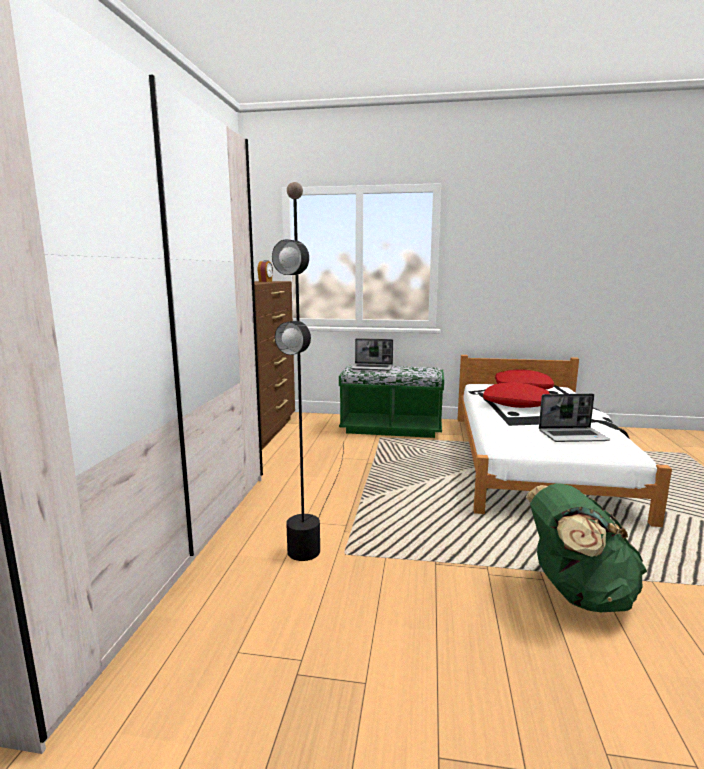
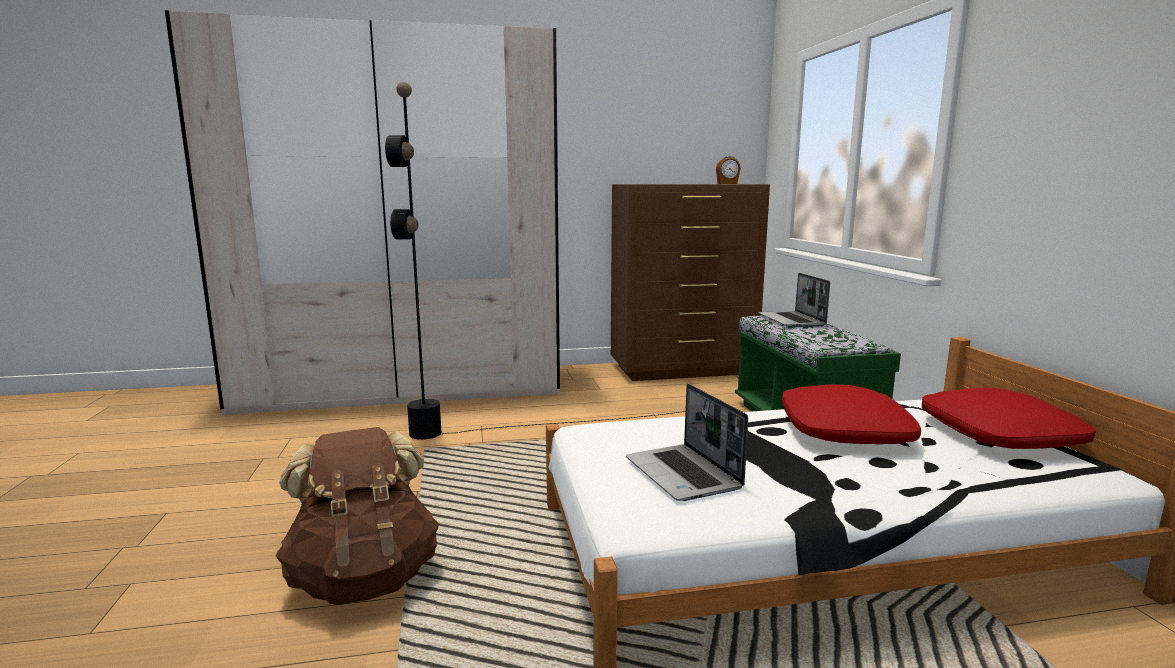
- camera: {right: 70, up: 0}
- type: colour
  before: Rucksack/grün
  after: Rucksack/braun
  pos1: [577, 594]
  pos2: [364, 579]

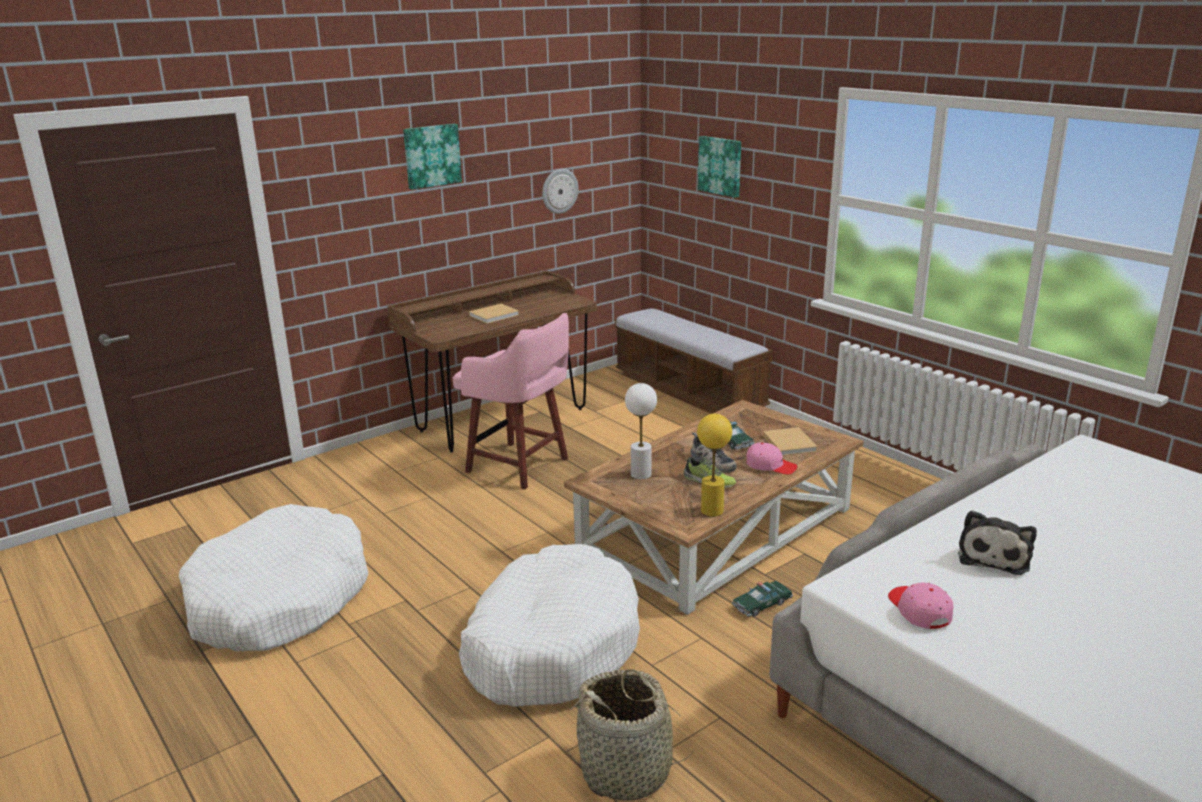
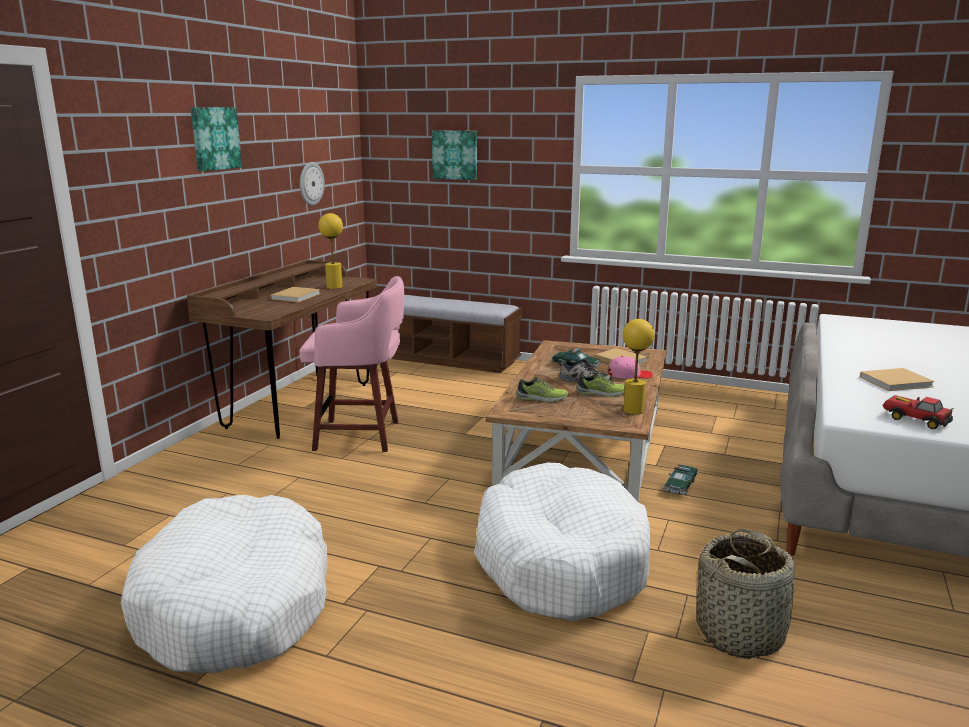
- camera: {right: -30, up: -5}
- type: exchanged
  before: Tischlampe/weiß
  after: Schuh
  pos1: [641, 474]
  pos2: [541, 398]
- type: exchanged
  before: Plüschtier
  after: Buch/beige
  pos1: [994, 556]
  pos2: [897, 382]
- type: exchanged
  before: Kappe/rosa
  after: Spielzeugauto
  pos1: [919, 610]
  pos2: [915, 420]
- type: appeared
  after: Tischlampe/gelb
  pos2: [334, 287]

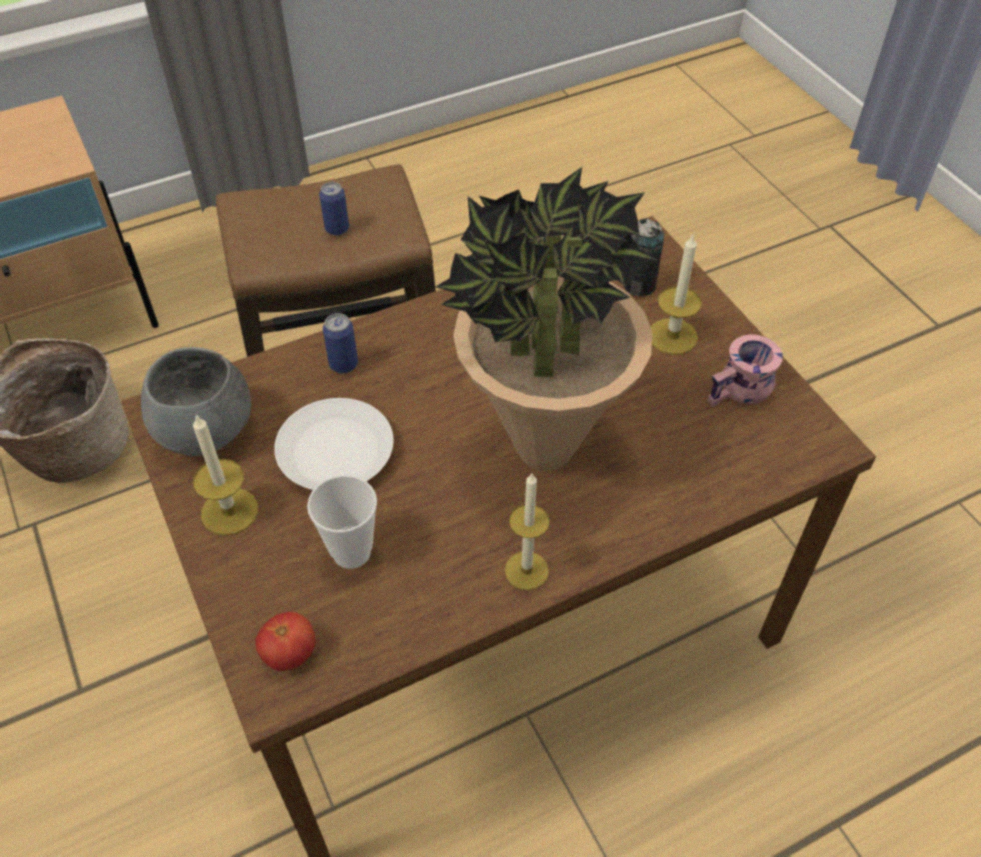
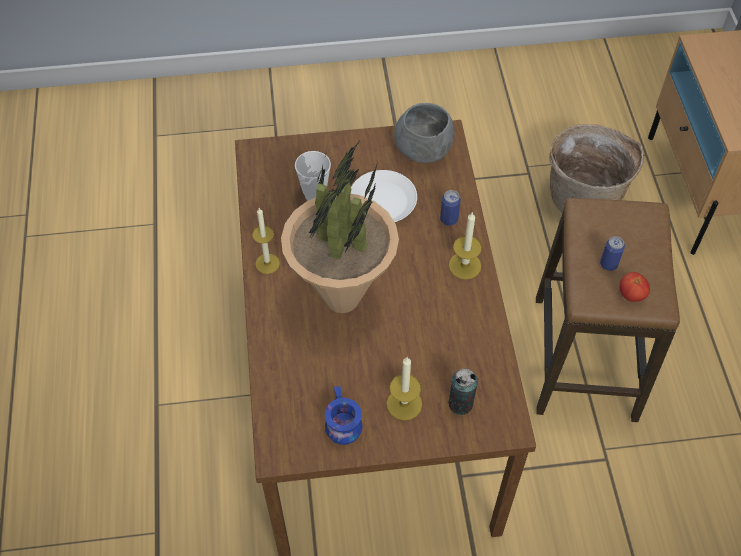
- camera: {right: 110, up: 5}
- type: colour
  before: Henkelbecher/rosa
  after: Henkelbecher/blau
  pos1: [742, 391]
  pos2: [340, 424]
- type: relocated
  before: Kerze
  pos1: [229, 511]
  pos2: [464, 265]
- type: relocated
  before: Tomate
  pos1: [290, 654]
  pos2: [631, 295]

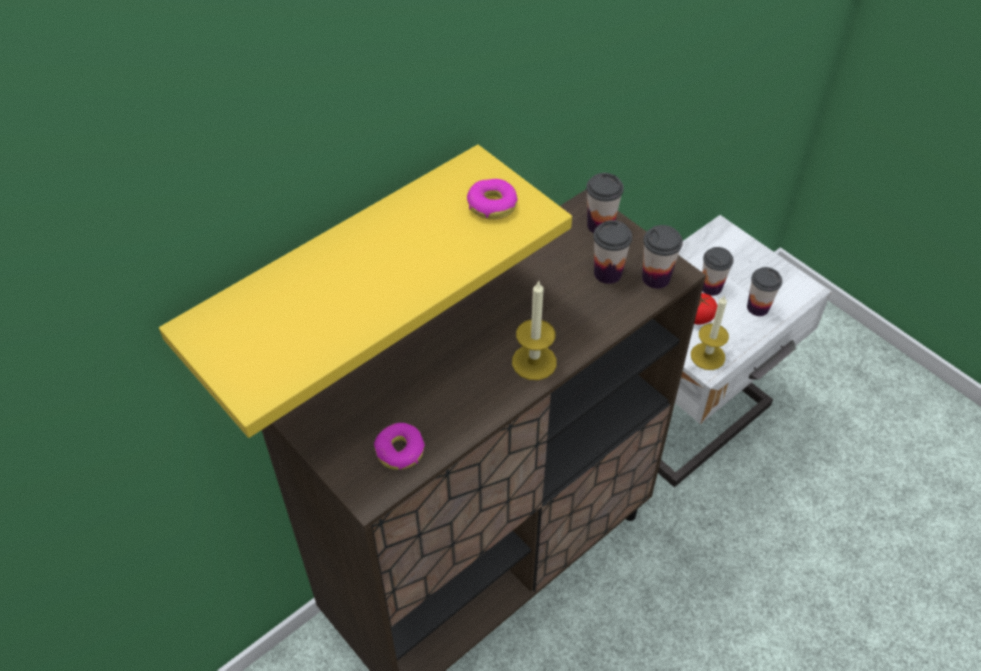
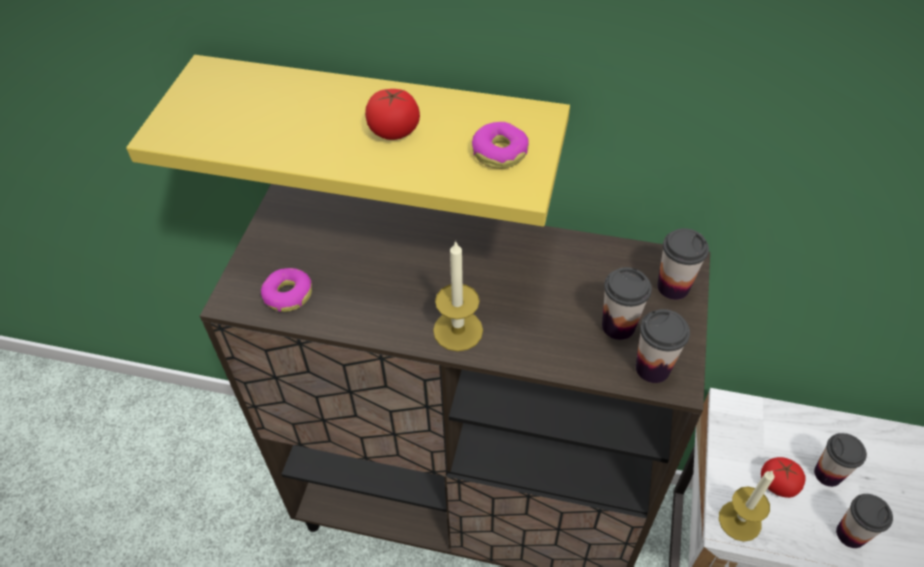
- camera: {right: 55, up: 0}
- type: appeared
  after: Tomate
  pos2: [394, 131]

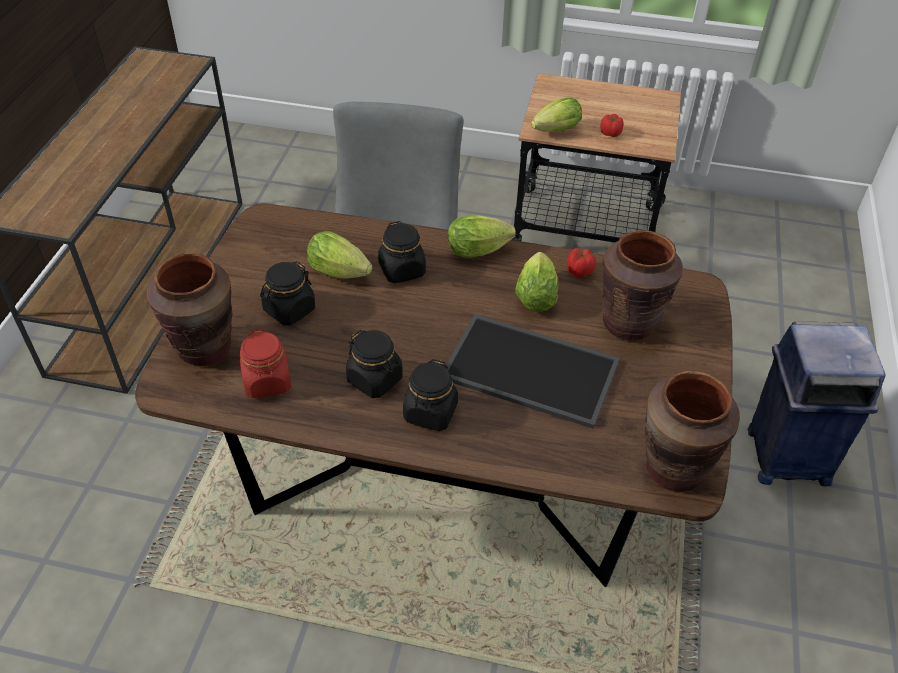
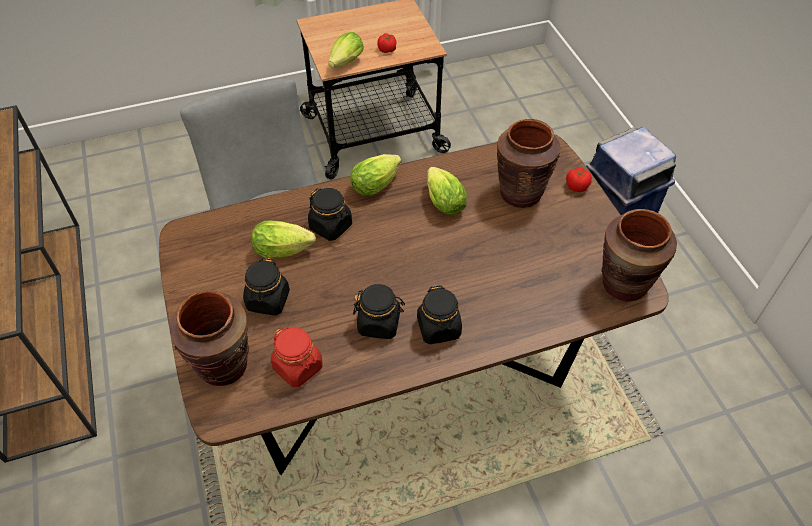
- camera: {right: -30, up: 5}
- type: relocated
  before: Tomate
  pos1: [579, 270]
  pos2: [576, 186]
- type: missing
  before: Tablett
  pos1: [533, 368]

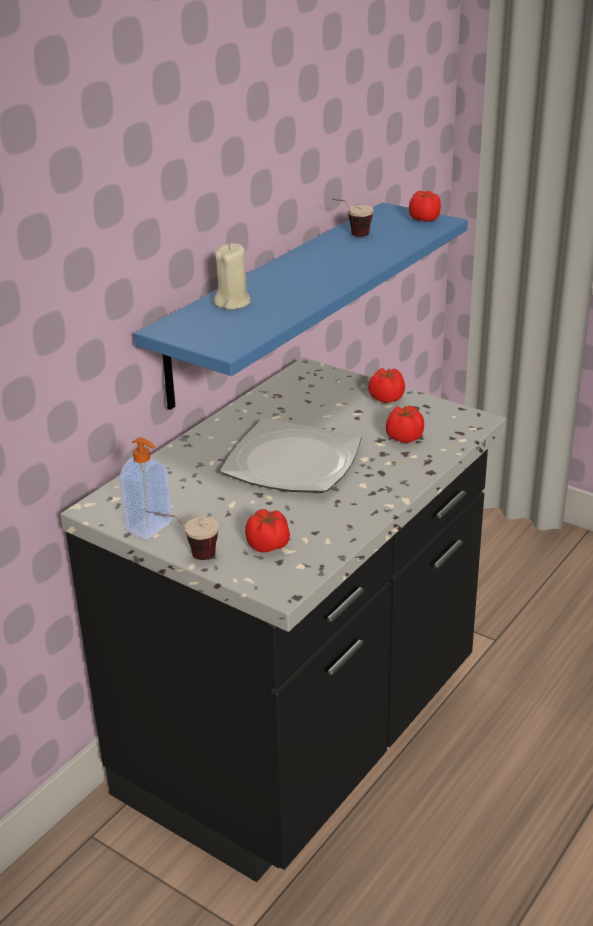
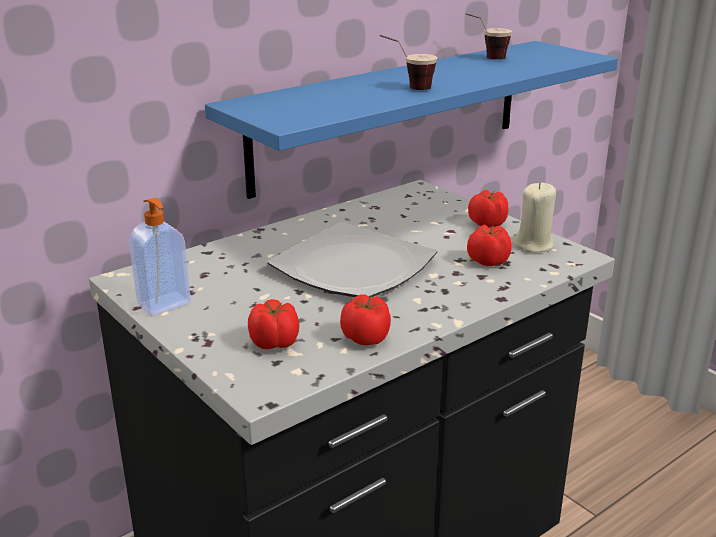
- camera: {right: 15, up: -5}
- type: relocated
  before: Tomate
  pos1: [425, 219]
  pos2: [366, 337]
- type: relocated
  before: Kerze/beige
  pos1: [232, 302]
  pos2: [533, 245]
- type: relocated
  before: Tasse
  pos1: [189, 556]
  pos2: [407, 88]

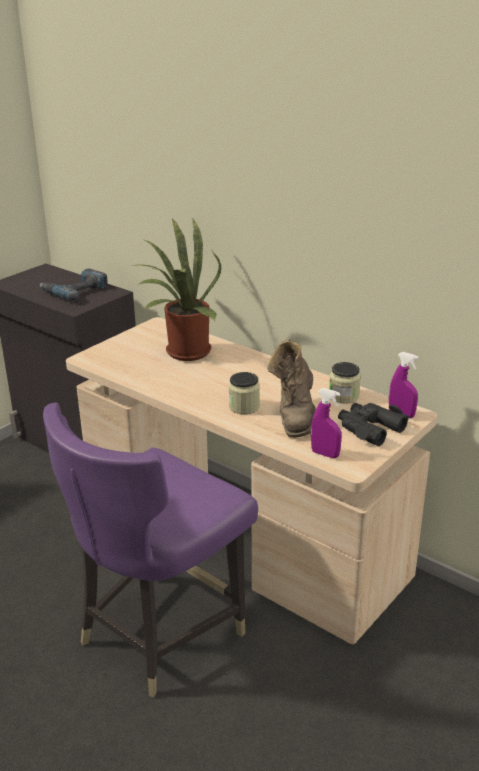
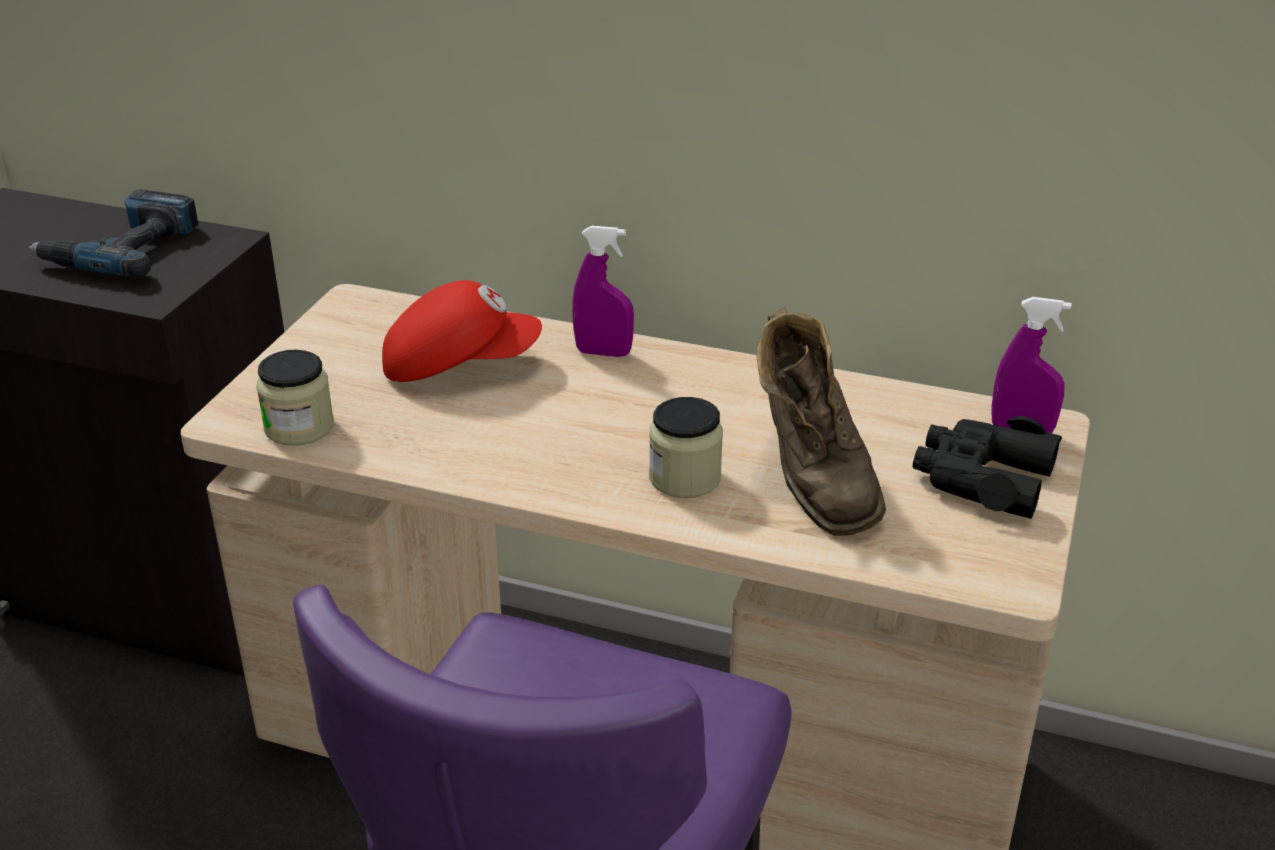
- camera: {right: -20, up: 5}
- type: exchanged
  before: Topfpflanze
  after: Kappe/rot
  pos1: [183, 352]
  pos2: [459, 364]
- type: relocated
  before: Vorratsglas
  pos1: [344, 396]
  pos2: [299, 427]
- type: relocated
  before: Sprühflasche/lila
  pos1: [325, 454]
  pos2: [603, 353]

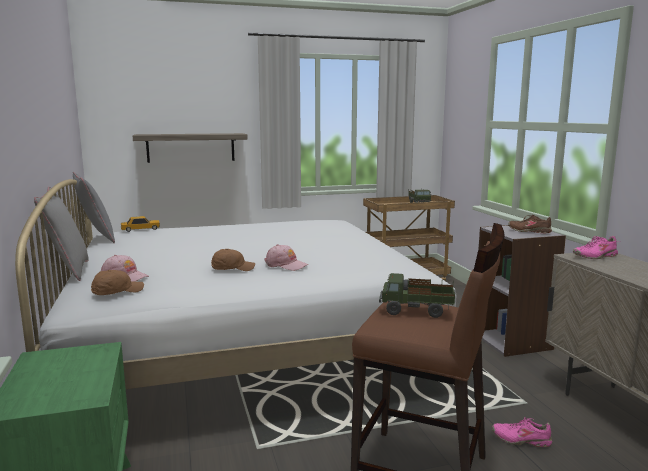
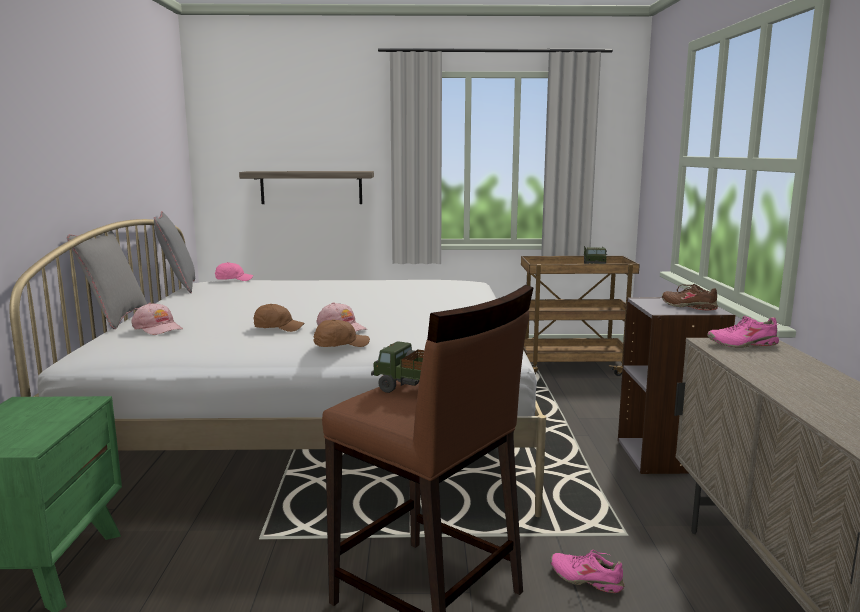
- camera: {right: 15, up: 0}
- type: exchanged
  before: Spielzeugauto
  after: Kappe/rosa
  pos1: [140, 229]
  pos2: [233, 280]
- type: relocated
  before: Kappe/braun
  pos1: [117, 292]
  pos2: [340, 345]

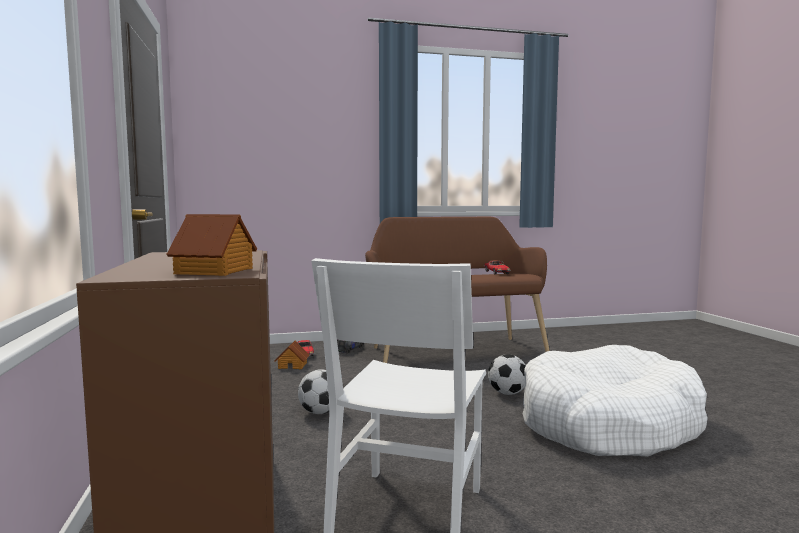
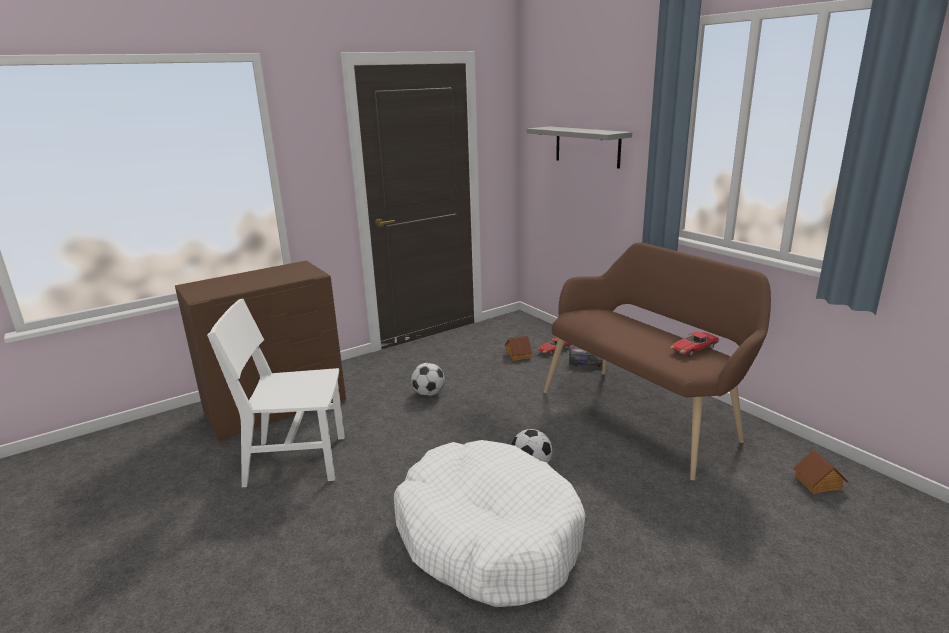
- camera: {right: 70, up: 15}
- type: relocated
  before: Spielzeughaus
  pos1: [215, 271]
  pos2: [818, 483]
- type: appeared
  after: Wandregal/grau
  pos2: [587, 146]

